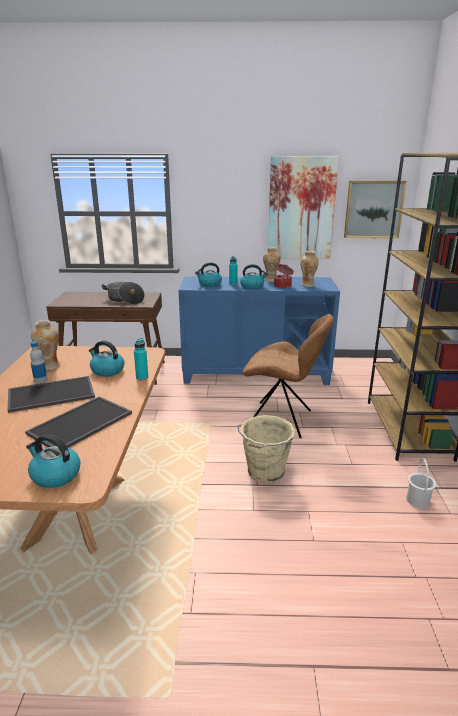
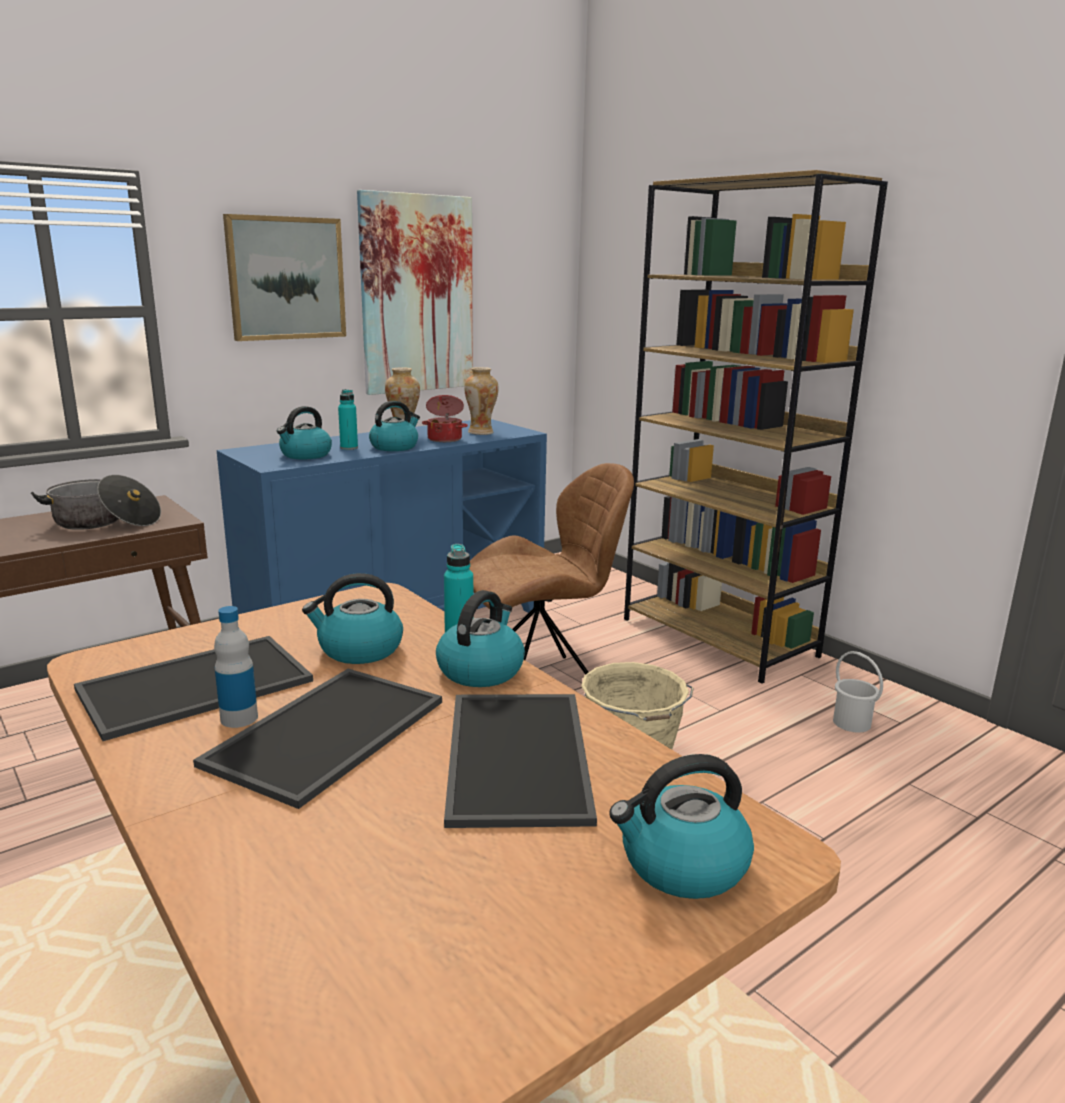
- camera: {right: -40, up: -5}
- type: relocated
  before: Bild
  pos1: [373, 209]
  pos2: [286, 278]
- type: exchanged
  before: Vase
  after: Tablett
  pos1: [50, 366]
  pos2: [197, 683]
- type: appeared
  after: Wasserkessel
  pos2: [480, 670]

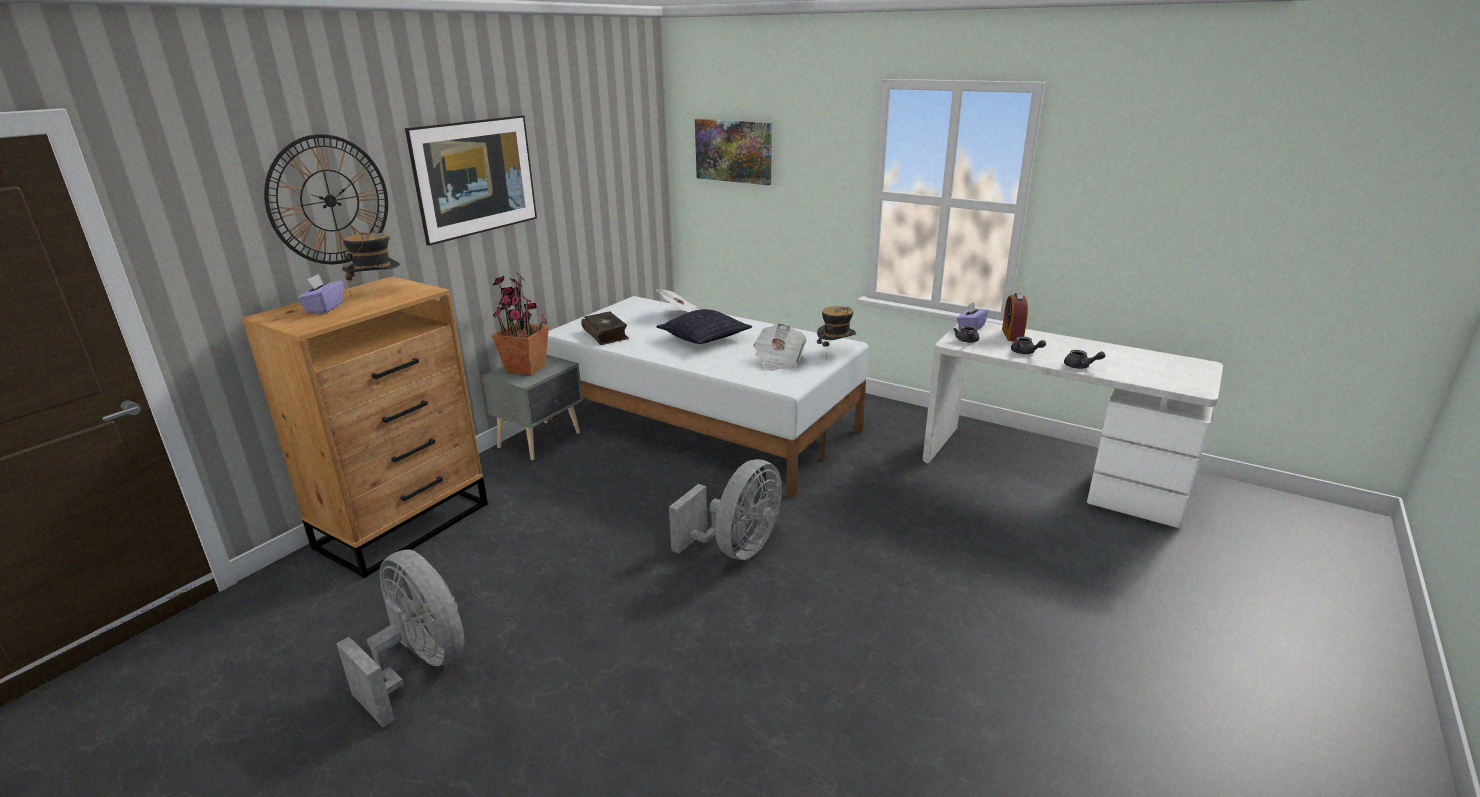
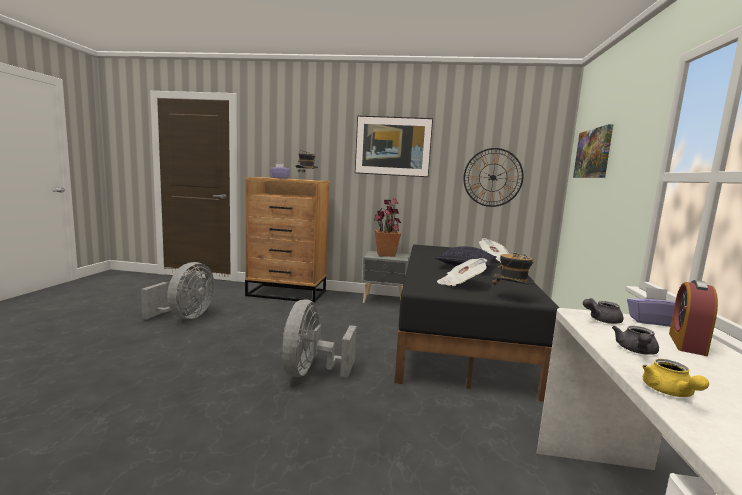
- camera: {right: 65, up: -15}
- type: relocated
  before: Wanduhr
  pos1: [330, 200]
  pos2: [493, 177]
- type: spun
  before: Wecker
  pos1: [1012, 335]
  pos2: [687, 344]
  turn: -45
- type: colour
  before: Bett/weiß
  after: Bett/schwarz
  pos1: [702, 423]
  pos2: [459, 335]
- type: missing
  before: Buch
  pos1: [606, 334]
- type: colour
  before: Teekanne/grau
  after: Teekanne/gelb
  pos1: [1080, 366]
  pos2: [670, 392]
- type: spun
  before: Ventilator/grau
  pos1: [737, 548]
  pos2: [311, 372]
  turn: 90

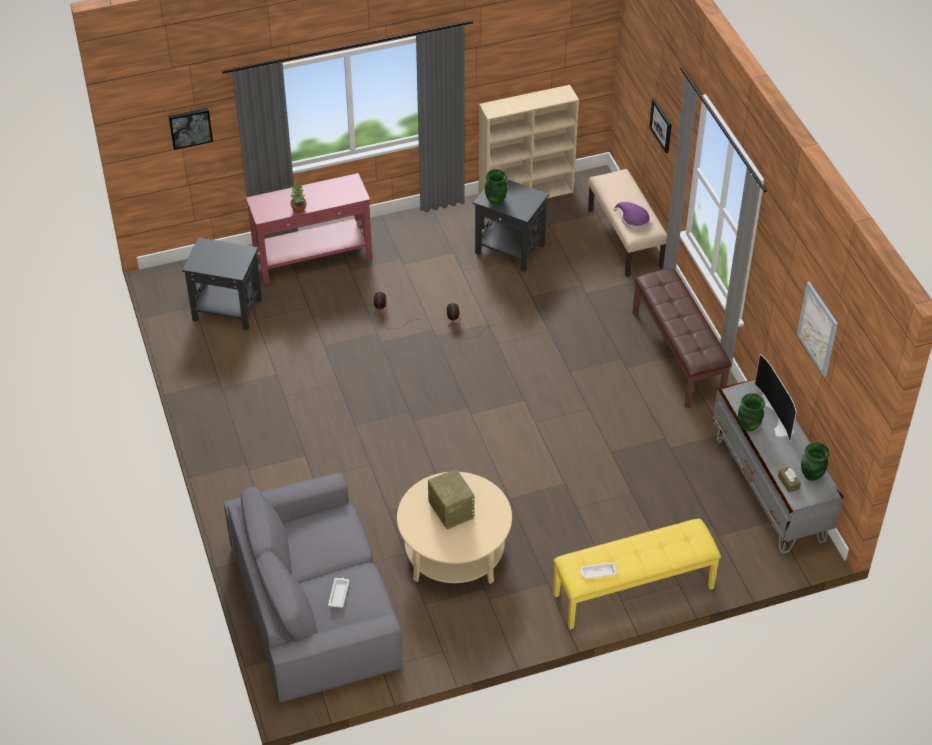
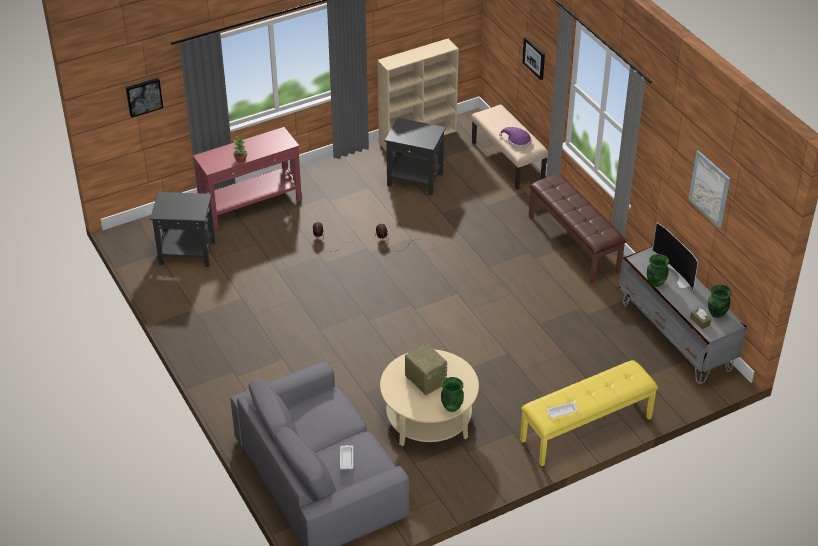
- camera: {right: -10, up: -5}
- type: relocated
  before: Vase/grün
  pos1: [495, 200]
  pos2: [451, 406]

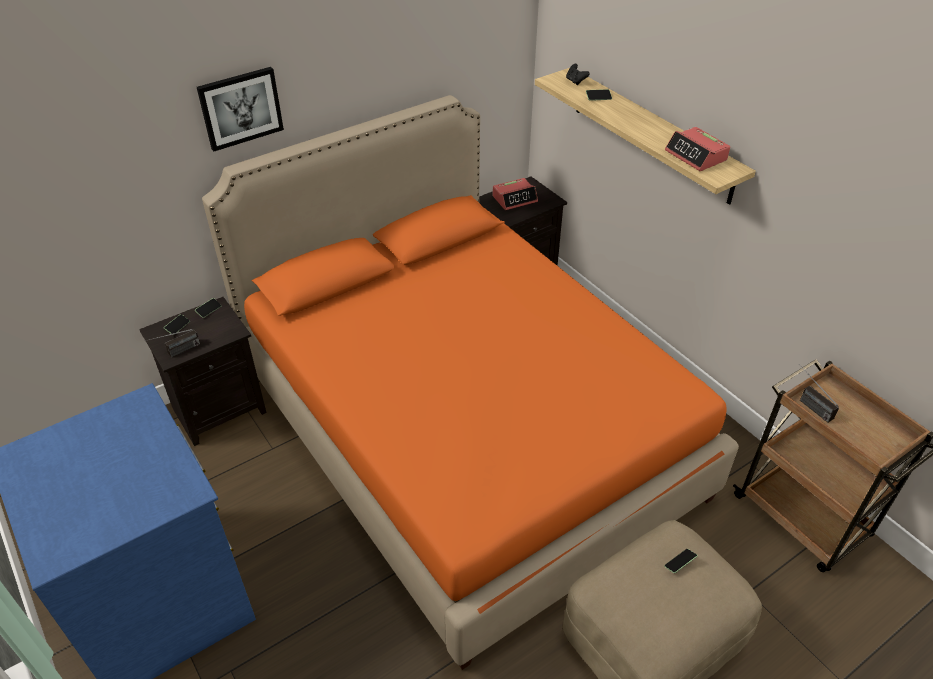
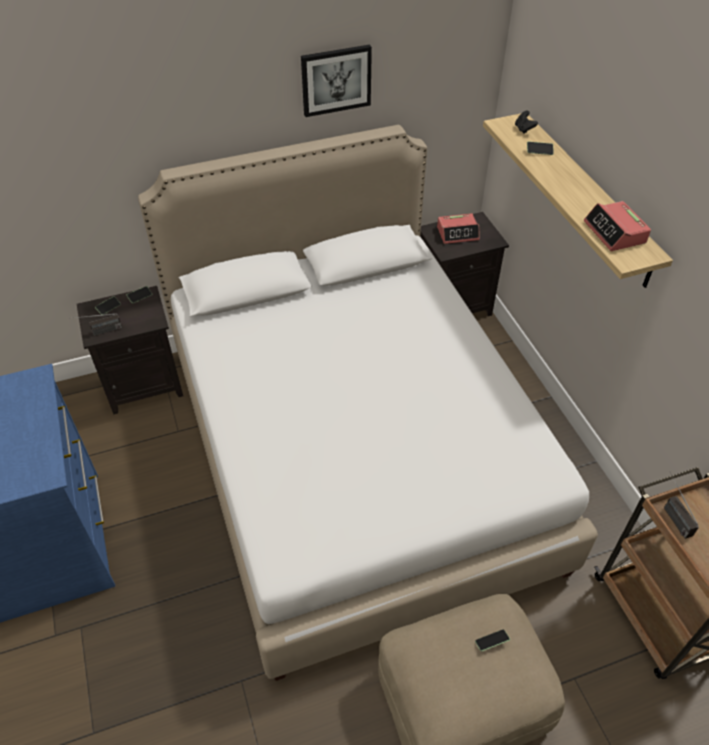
- camera: {right: 15, up: 5}
- type: relocated
  before: Bild
  pos1: [240, 108]
  pos2: [336, 80]
- type: colour
  before: Bett/orange
  after: Bett/weiß
  pos1: [465, 432]
  pos2: [354, 453]

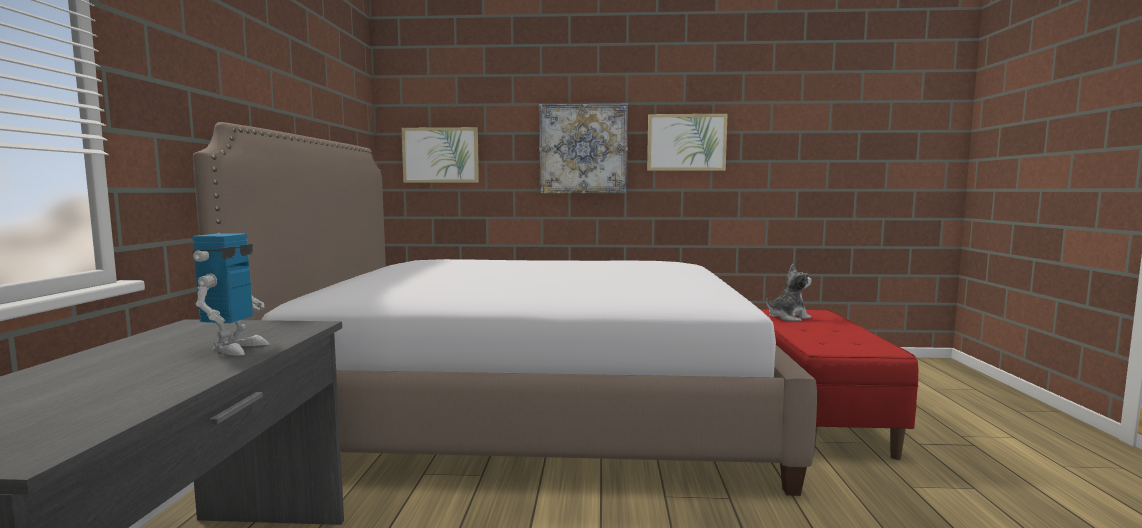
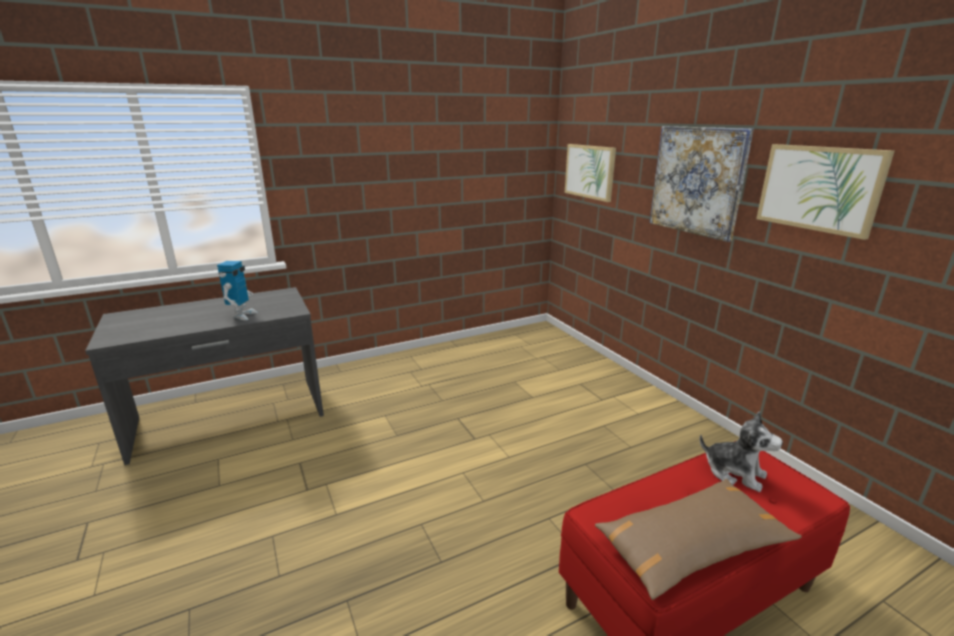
- camera: {right: 60, up: 15}
- type: missing
  before: Bett
  pos1: [529, 411]
- type: spun
  before: Spielzeugroboter
  pos1: [234, 348]
  pos2: [242, 315]
  turn: -60
- type: appeared
  after: Kissen/braun
  pos2: [691, 547]

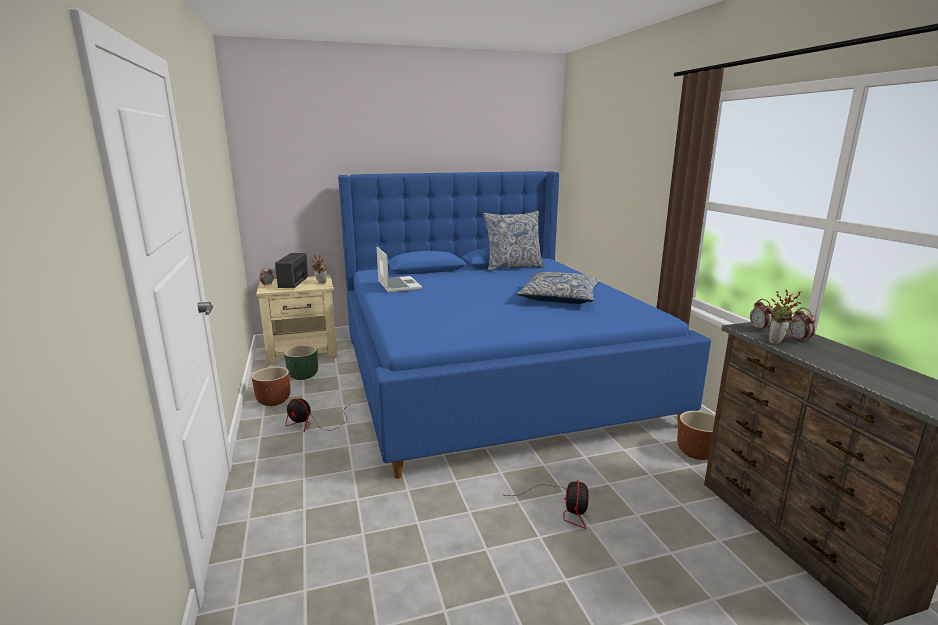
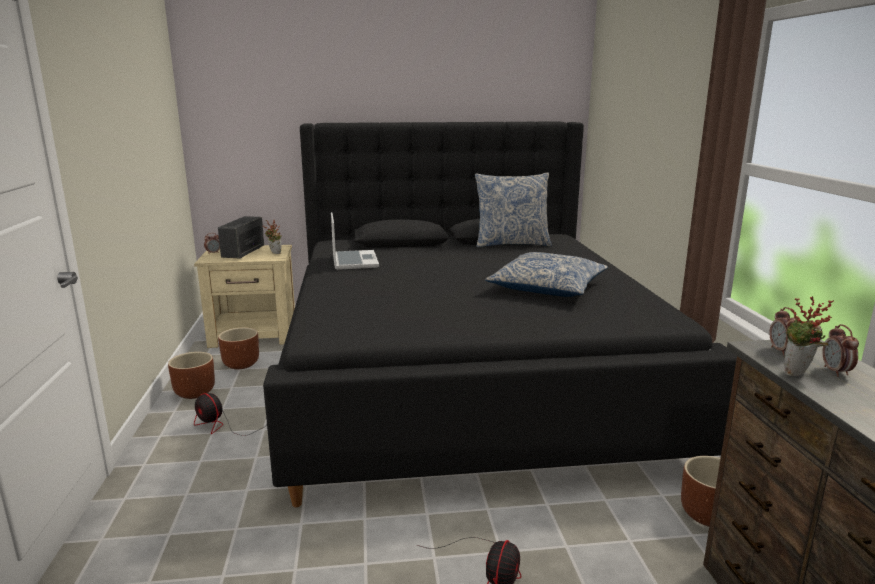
- camera: {right: 10, up: 0}
- type: colour
  before: Bett/blau
  after: Bett/schwarz
  pos1: [491, 374]
  pos2: [466, 380]
- type: colour
  before: Pflanzkübel/grün
  after: Pflanzkübel/braun
  pos1: [303, 376]
  pos2: [241, 364]

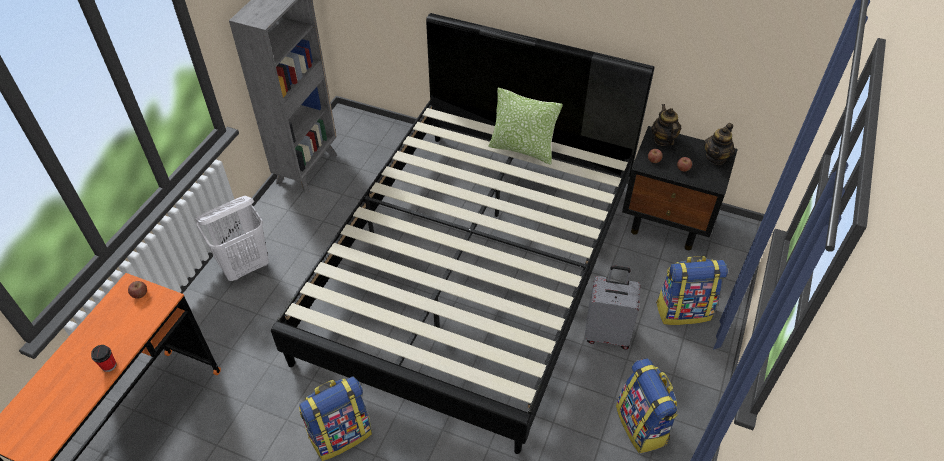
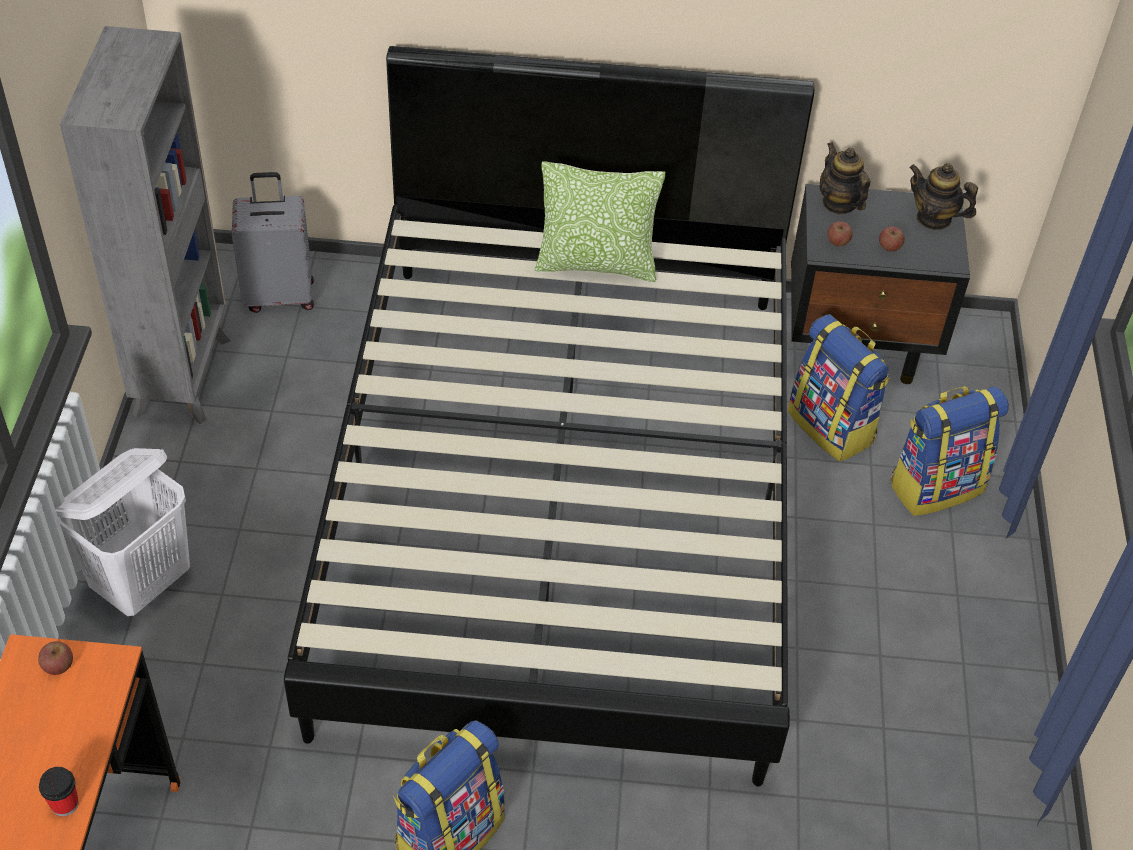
- camera: {right: -20, up: 0}
- type: spun
  before: Teekanne
  pos1: [716, 158]
  pos2: [934, 218]
  turn: 105
- type: relocated
  before: Koffer/grau
  pos1: [607, 333]
  pos2: [279, 295]
- type: relocated
  before: Rucksack
  pos1: [642, 425]
  pos2: [832, 427]

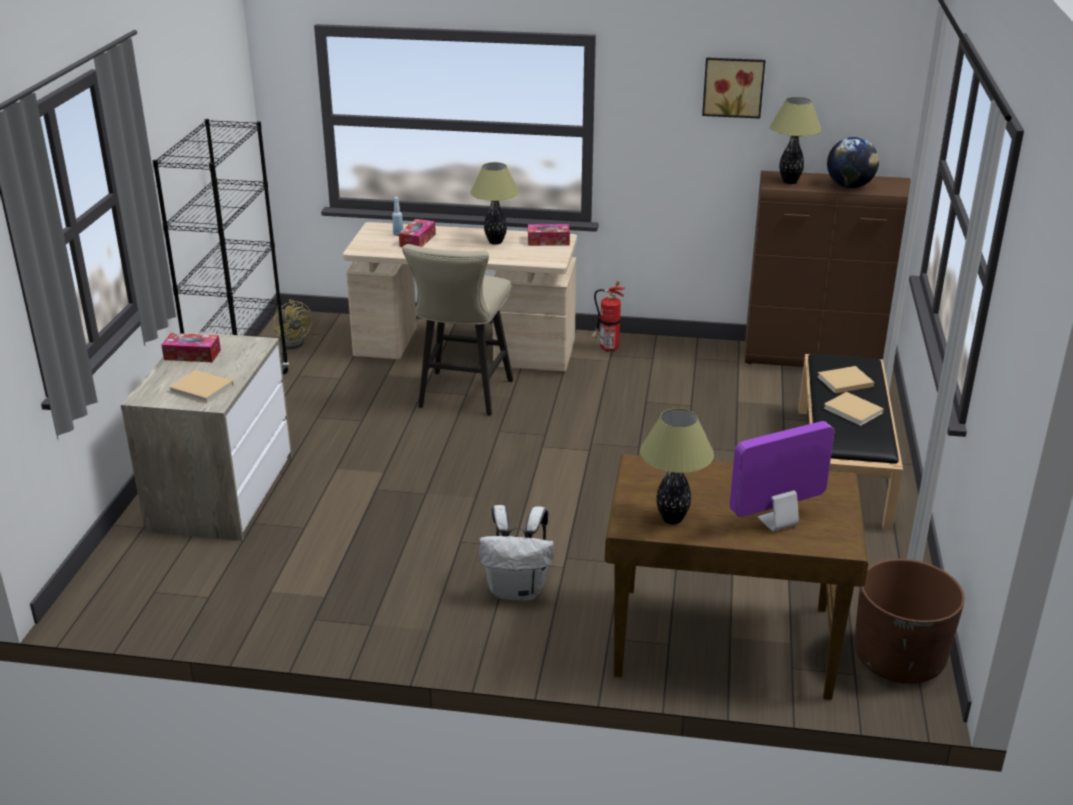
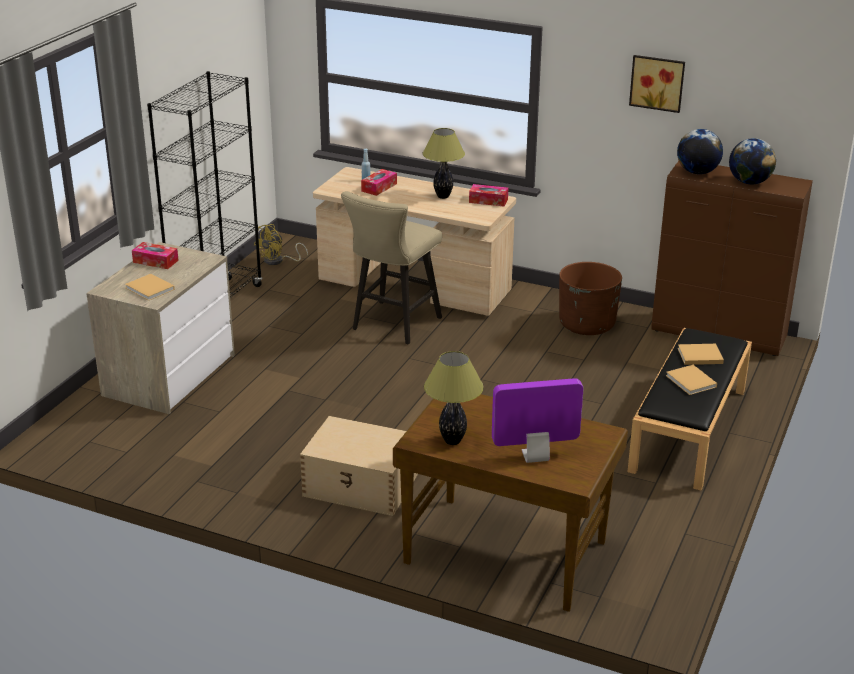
- camera: {right: 15, up: 0}
- type: exchanged
  before: Tischlampe
  after: Globus
  pos1: [789, 182]
  pos2: [697, 172]
- type: missing
  before: Feuerlöscher
  pos1: [607, 349]
- type: spun
  before: Ventilator/gelb
  pos1: [294, 341]
  pos2: [278, 261]
  turn: 60
- type: exchanged
  before: Rucksack/weiß
  after: Aufbewahrungsbox/beige
  pos1: [518, 590]
  pos2: [361, 486]
- type: relocated
  before: Pflanzkübel/braun
  pos1: [898, 658]
  pos2: [587, 324]

